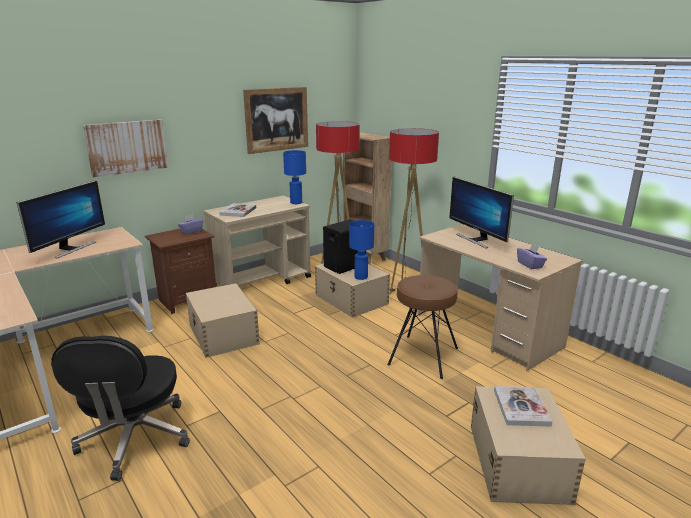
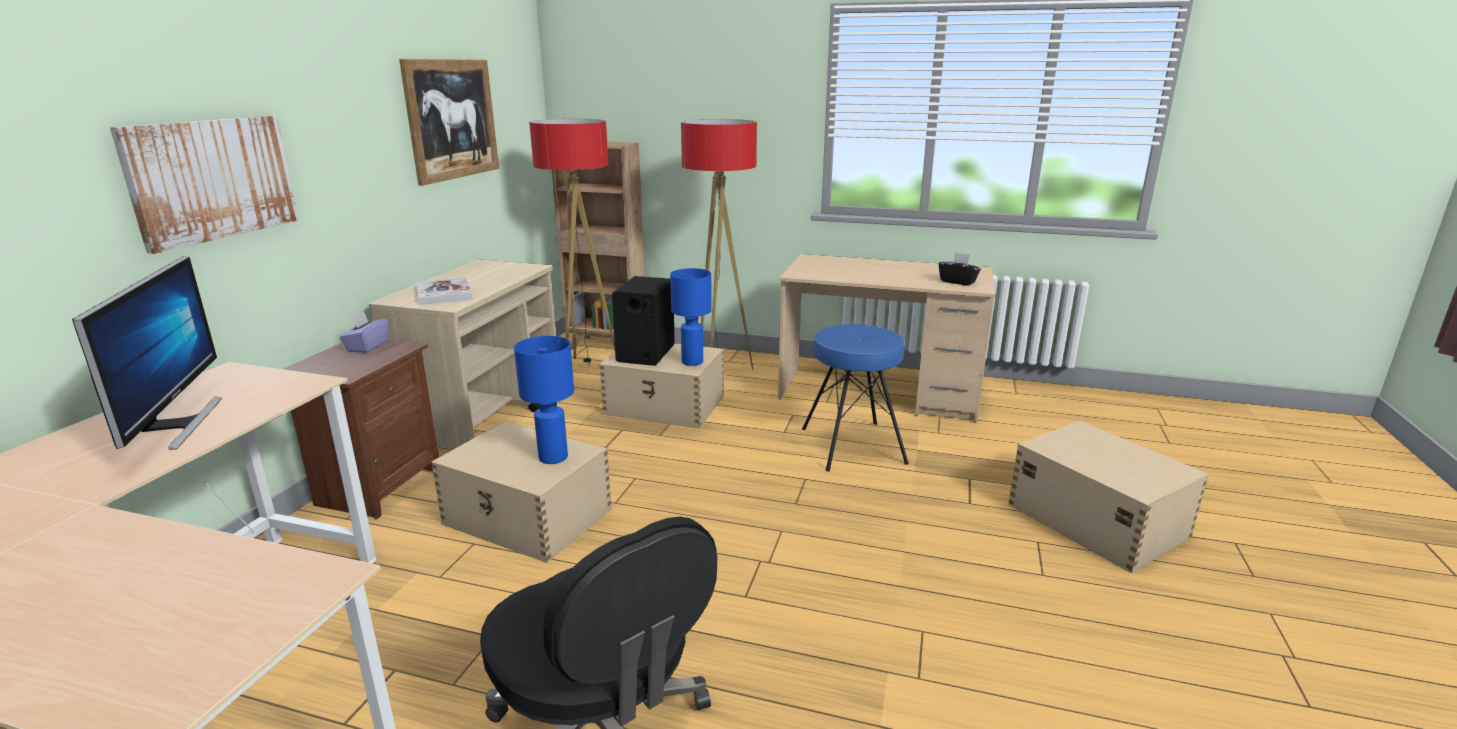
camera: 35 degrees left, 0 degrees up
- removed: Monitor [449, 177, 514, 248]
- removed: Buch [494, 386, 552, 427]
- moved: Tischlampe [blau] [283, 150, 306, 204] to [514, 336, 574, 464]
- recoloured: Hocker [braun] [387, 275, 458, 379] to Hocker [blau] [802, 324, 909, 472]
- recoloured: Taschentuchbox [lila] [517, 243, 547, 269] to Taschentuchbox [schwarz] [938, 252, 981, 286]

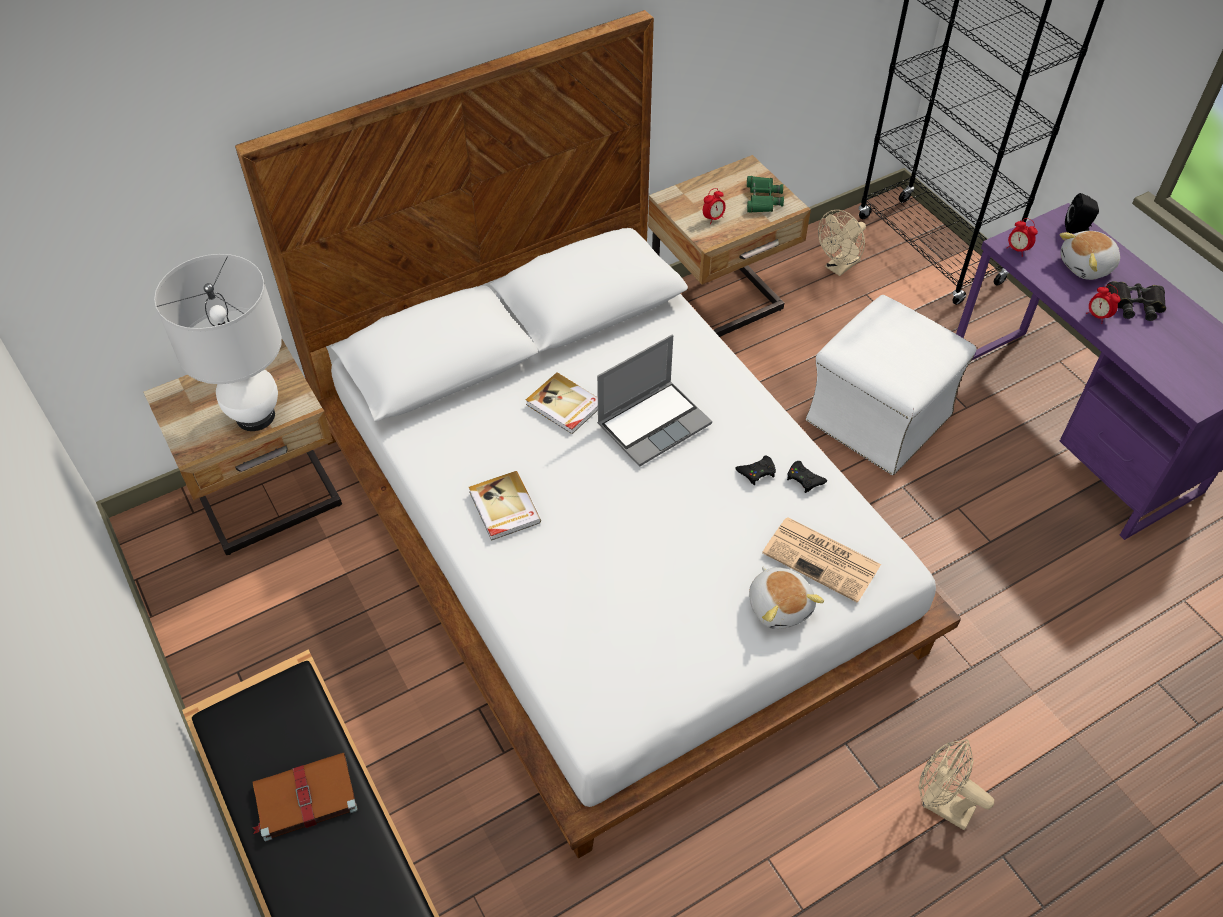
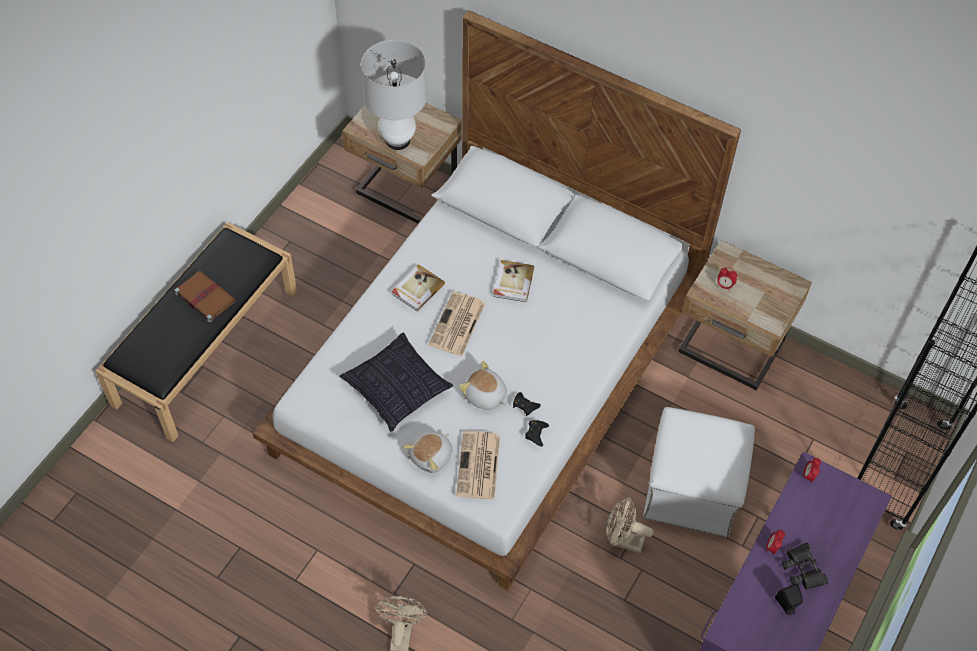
camera: 60 degrees right, 5 degrees up
- removed: Laptop [597, 335, 712, 467]
- removed: Fernglas [grün] [747, 176, 784, 213]
- added: Kissen [339, 333, 453, 432]
- added: Zeitung [428, 291, 485, 356]
- moved: Ventilator [beige] [818, 210, 866, 276] to [606, 497, 654, 553]
- moved: Plüschtier [1060, 231, 1120, 280] to [459, 361, 507, 410]
- moved: Lautsprecher [schwarz] [1065, 193, 1099, 233] to [775, 583, 803, 615]

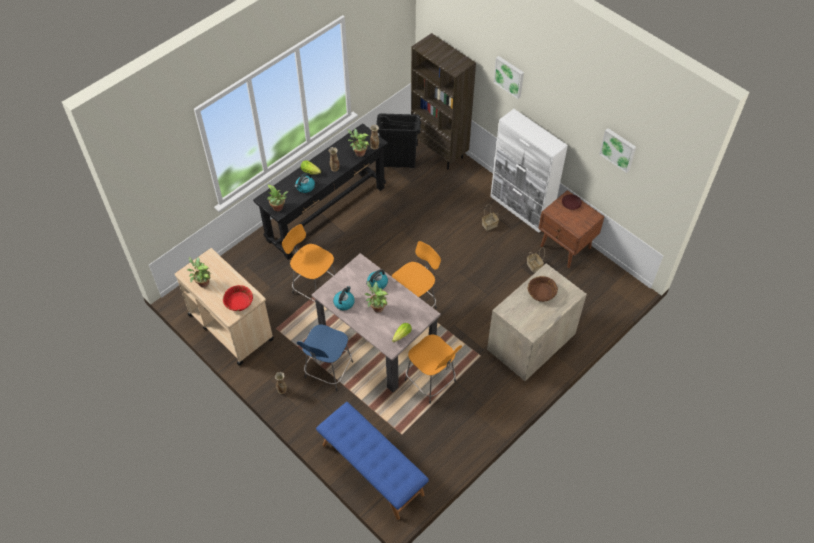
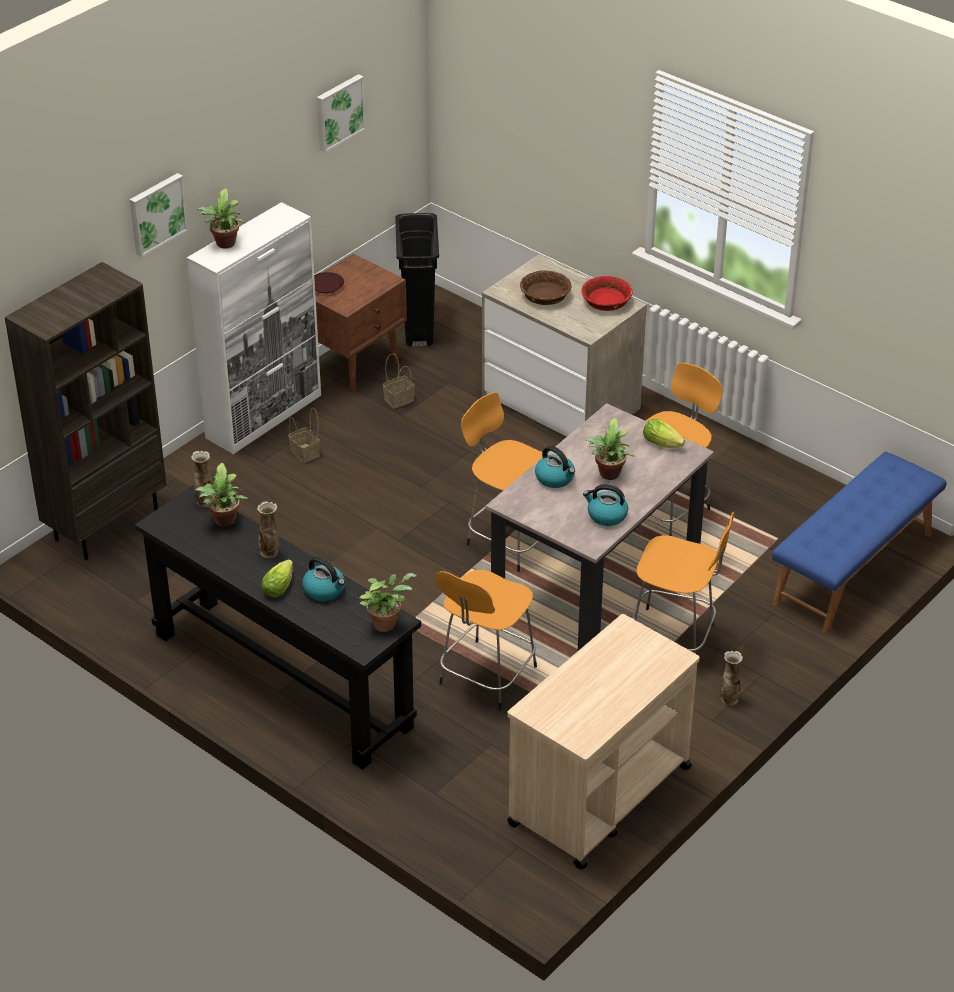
camera: 95 degrees left, 15 degrees down
- moved: Topfpflanze [187, 257, 210, 288] to [198, 188, 245, 248]
- moved: Schüssel [rot] [223, 285, 253, 311] to [582, 276, 632, 311]
- moved: Mülleimer [schwarz] [377, 113, 421, 168] to [395, 213, 439, 347]
- recoloured: Hocker [blau] [297, 325, 353, 391] to Hocker [orange] [631, 512, 735, 654]

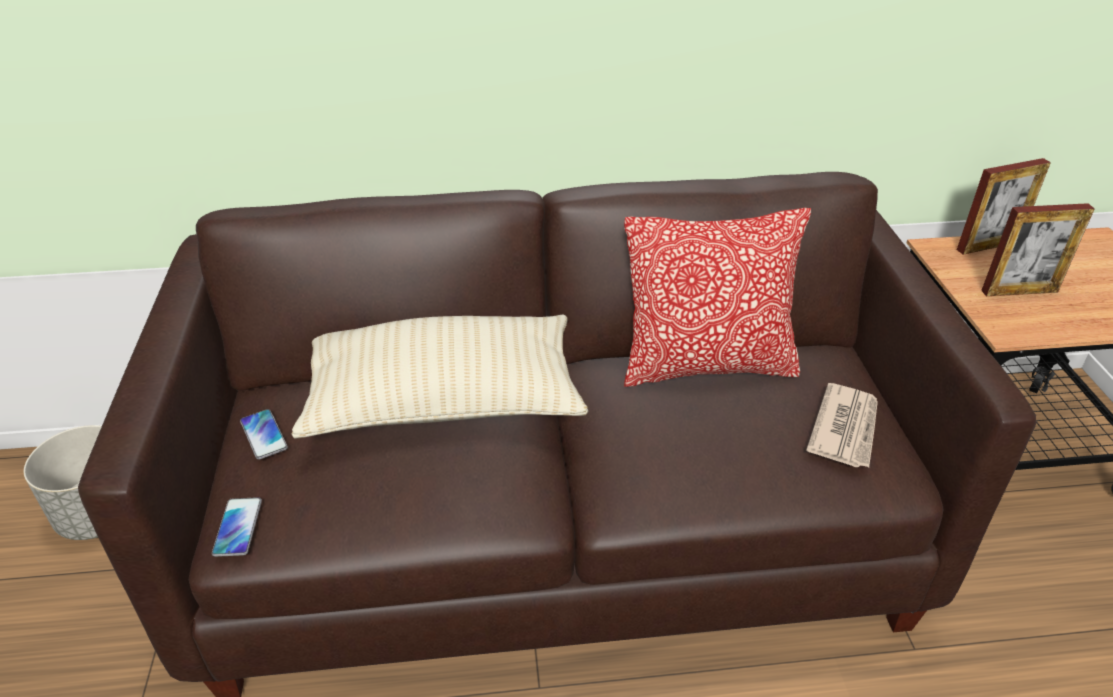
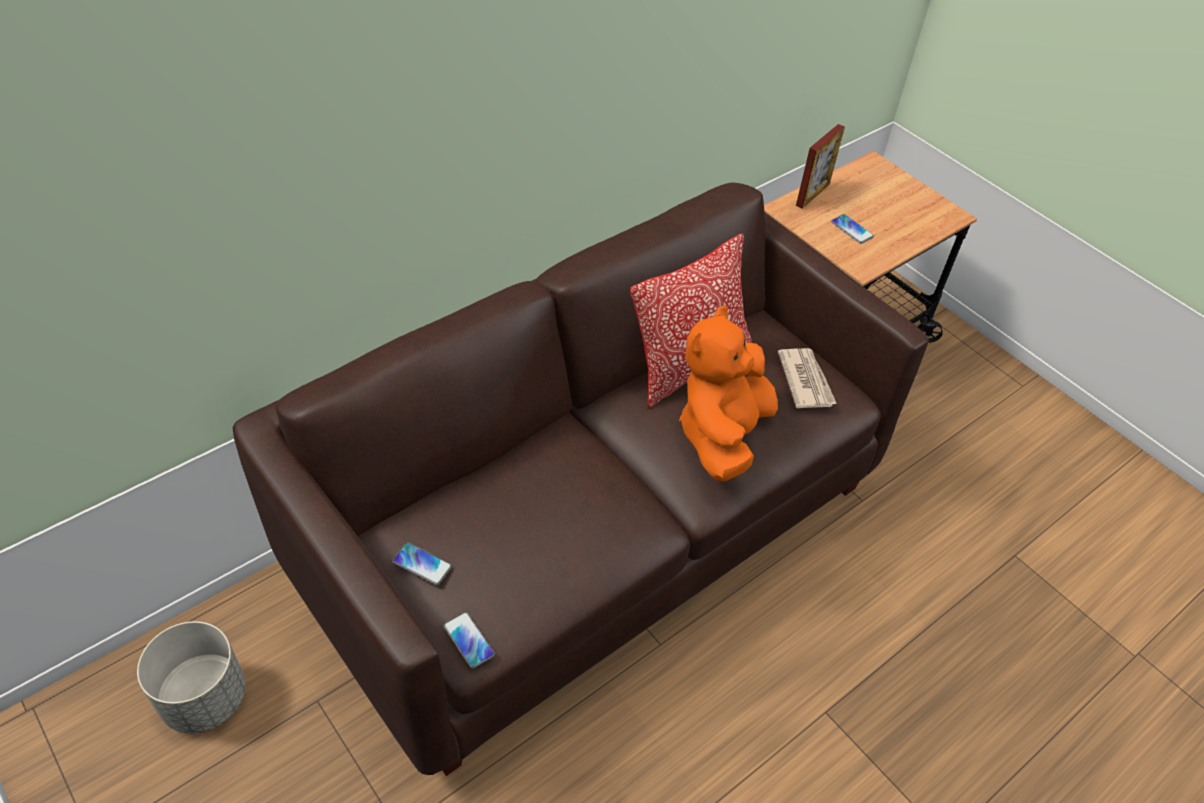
camera: 35 degrees left, 10 degrees up
- removed: Kissen [beige] [291, 314, 589, 439]
- added: Plüschtier [orange] [679, 305, 778, 482]
- replaced: Bilderrahmen [981, 203, 1095, 296] to Handy [831, 214, 874, 244]

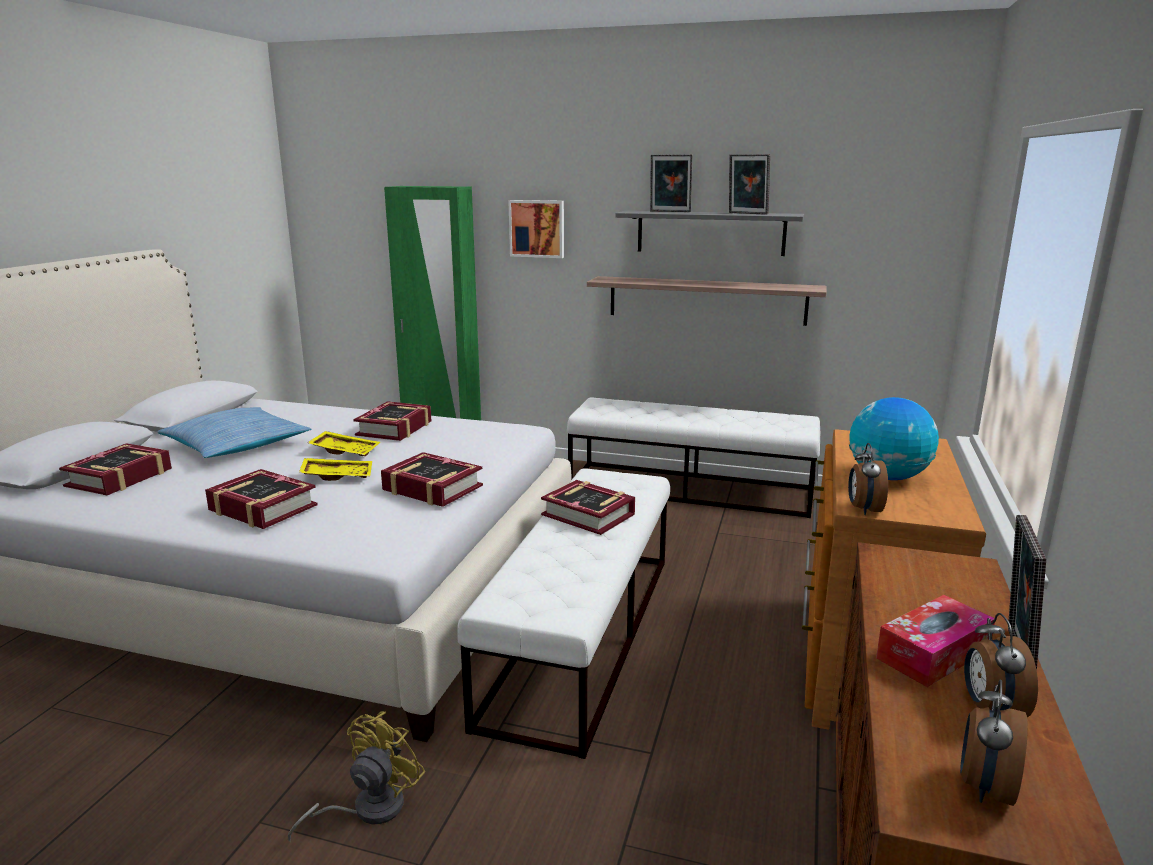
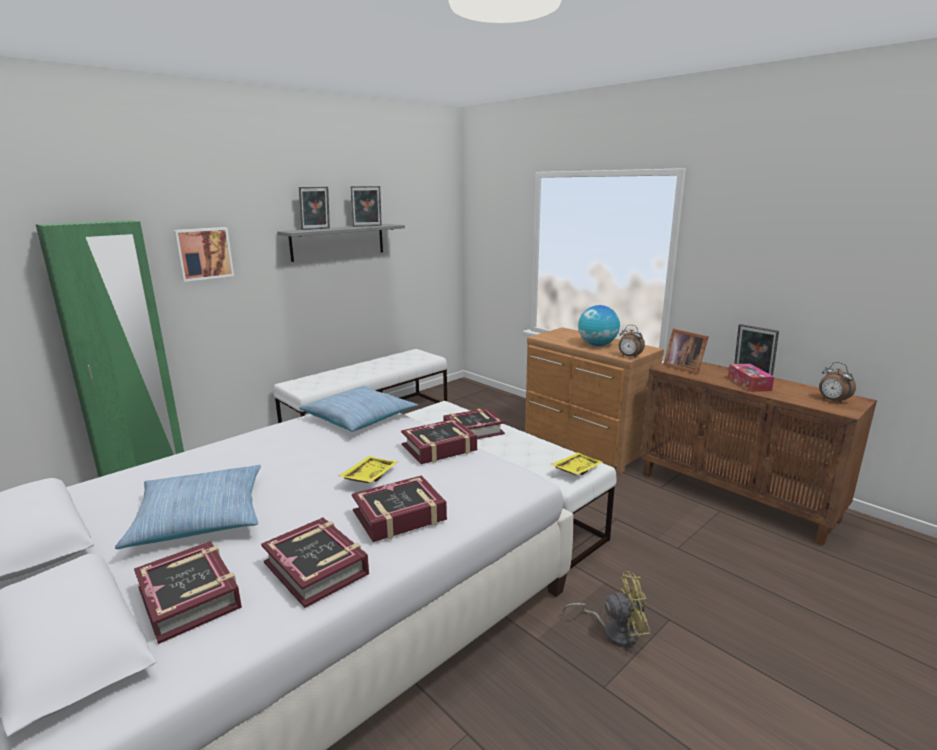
camera: 60 degrees left, 0 degrees up
- removed: Wandregal [587, 276, 827, 326]
- removed: Wecker [964, 613, 1038, 717]
- added: Kissen [299, 386, 419, 432]
- added: Bilderrahmen [663, 329, 709, 374]
- moved: Tablett [gelb] [308, 431, 380, 456] to [551, 453, 603, 475]
- moved: Buch [353, 401, 431, 441] to [261, 517, 369, 608]
- turned: Ventilator [gelb] [288, 711, 425, 843] = [563, 571, 650, 648] 120 degrees clockwise

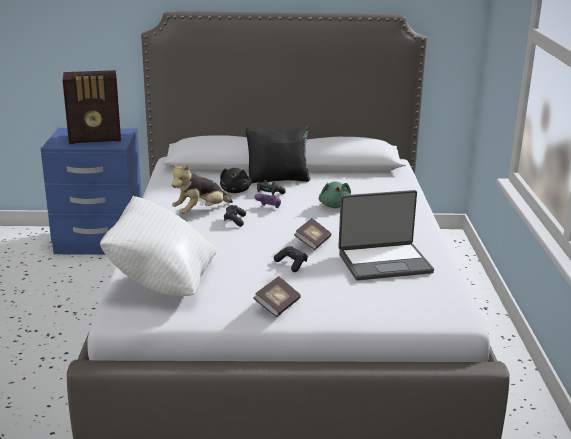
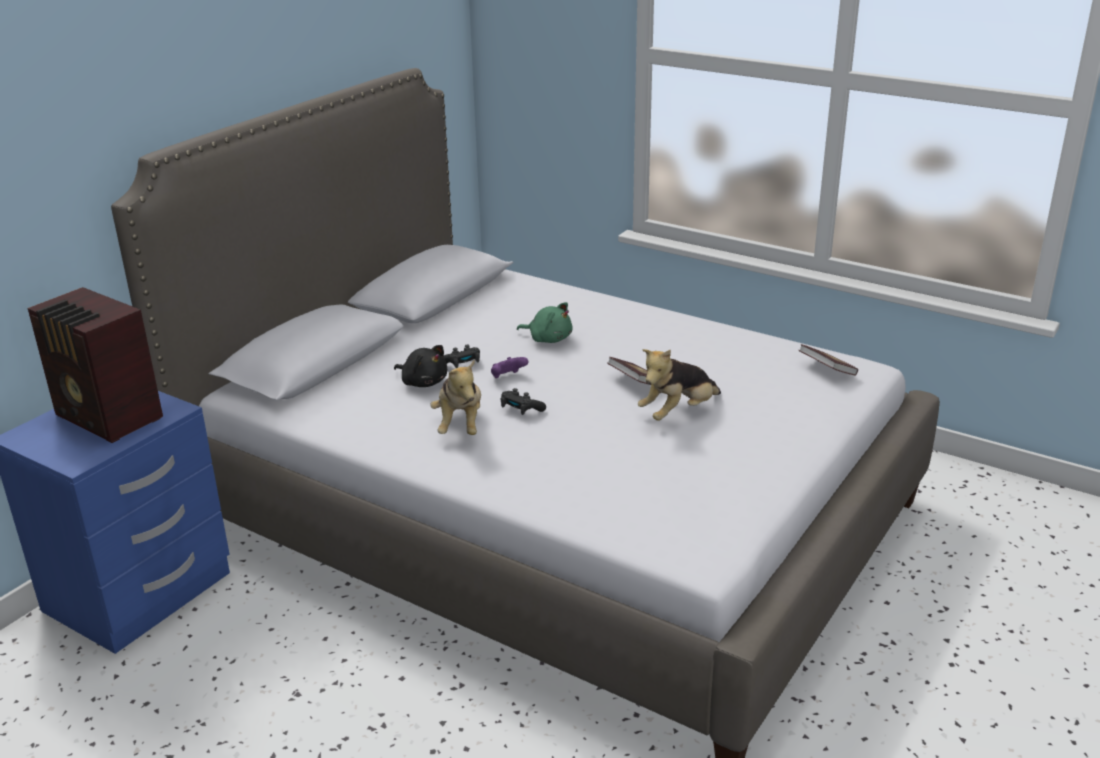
camera: 55 degrees left, 5 degrees up
- removed: Kissen [weiß] [100, 196, 216, 296]
- removed: Kissen [schwarz] [245, 126, 310, 184]
- removed: Laptop [338, 190, 434, 280]
- moved: Buch [253, 276, 301, 317] to [799, 344, 858, 376]
- replaced: Gamepad [schwarz] [274, 246, 308, 272] to Plüschtier [638, 349, 721, 421]
- turned: Radio [63, 70, 121, 144] = [27, 287, 163, 443] 105 degrees clockwise

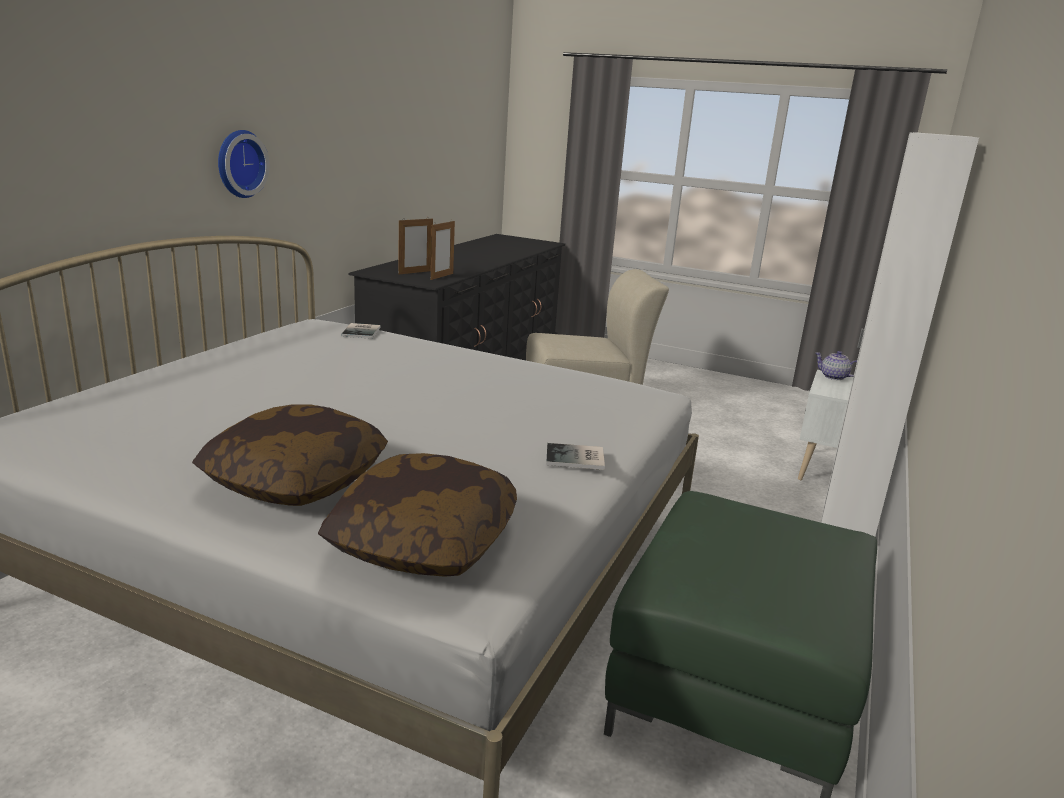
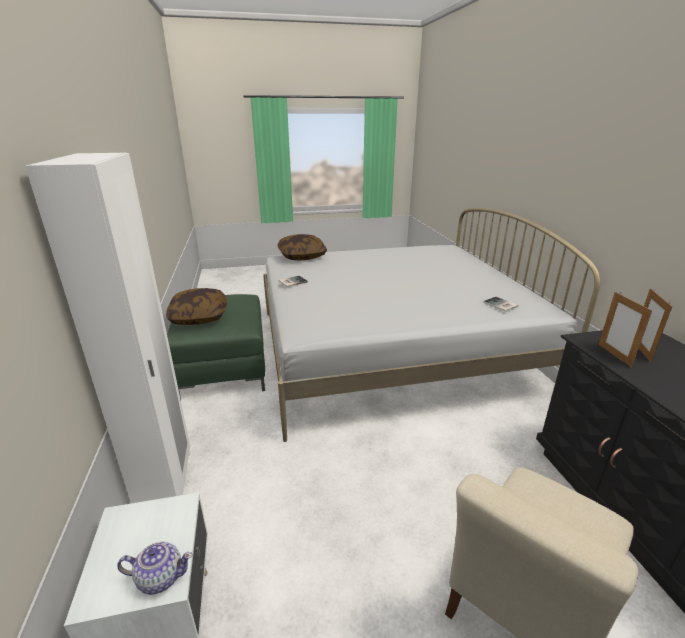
camera: 145 degrees right, 5 degrees up
- removed: Wanduhr [218, 130, 270, 198]
- moved: Kissen [192, 405, 388, 506] to [166, 288, 227, 325]

